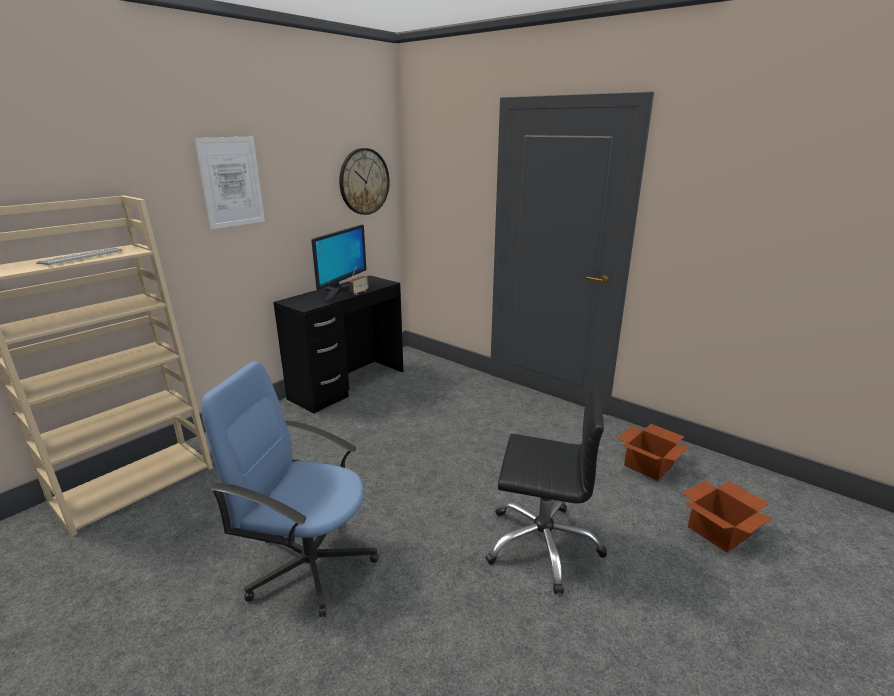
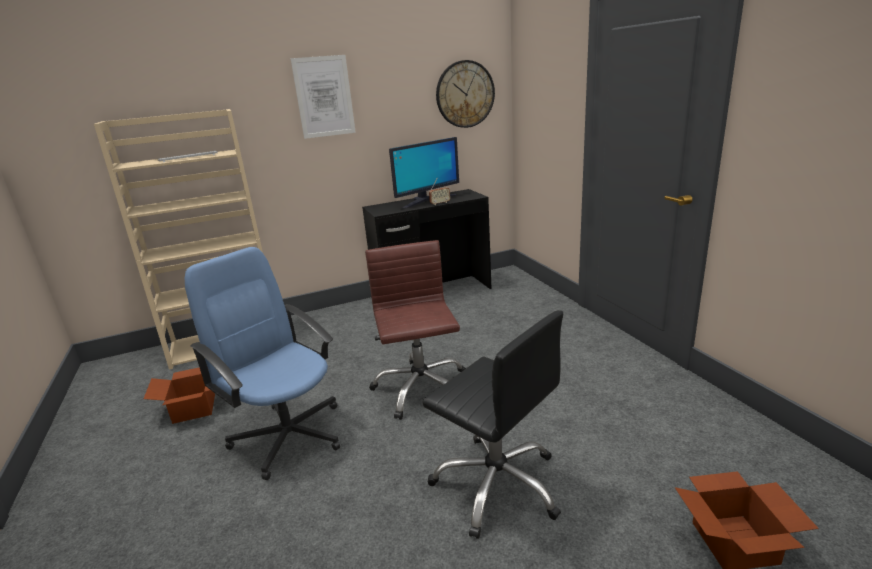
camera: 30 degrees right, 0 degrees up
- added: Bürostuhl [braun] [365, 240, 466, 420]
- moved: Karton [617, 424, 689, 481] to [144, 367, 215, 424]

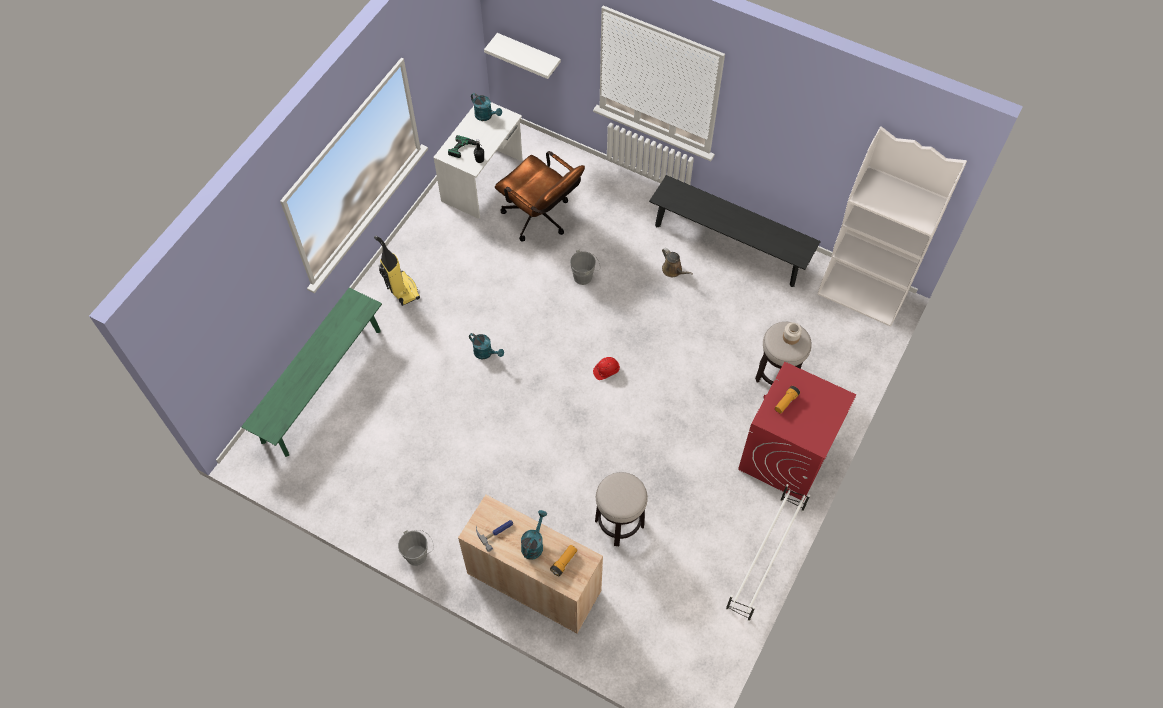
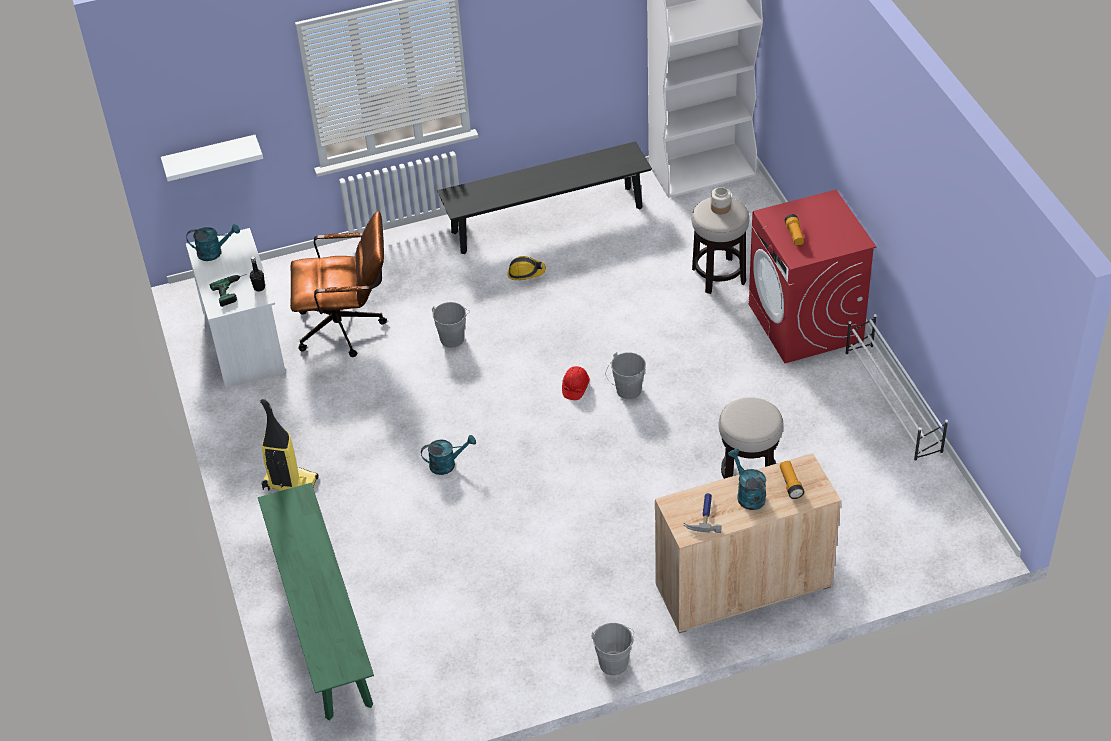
camera: 45 degrees left, 15 degrees down
- added: Eimer [grau] [606, 352, 646, 399]
- replaced: Gießkanne [braun] [662, 248, 693, 277] to Schutzhelm [507, 256, 546, 280]

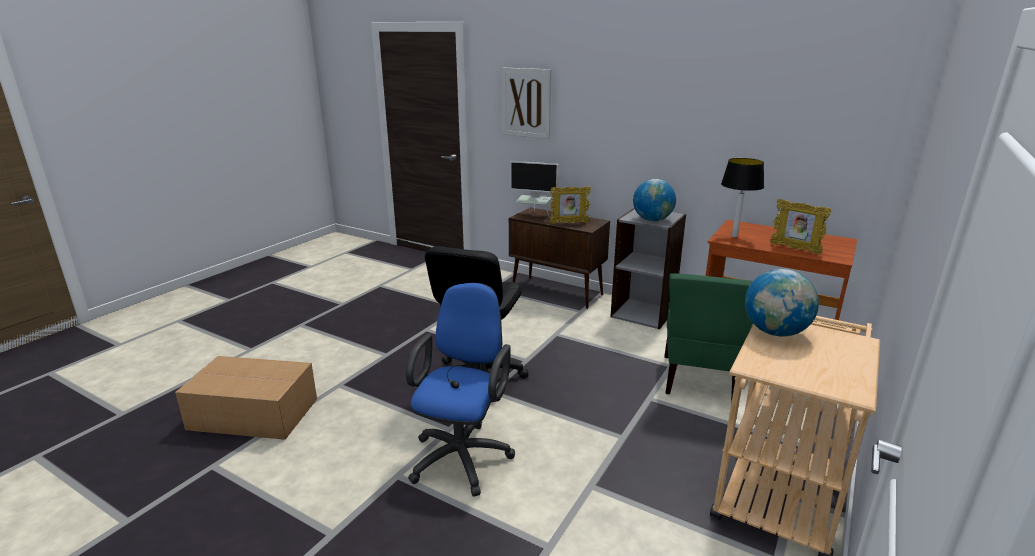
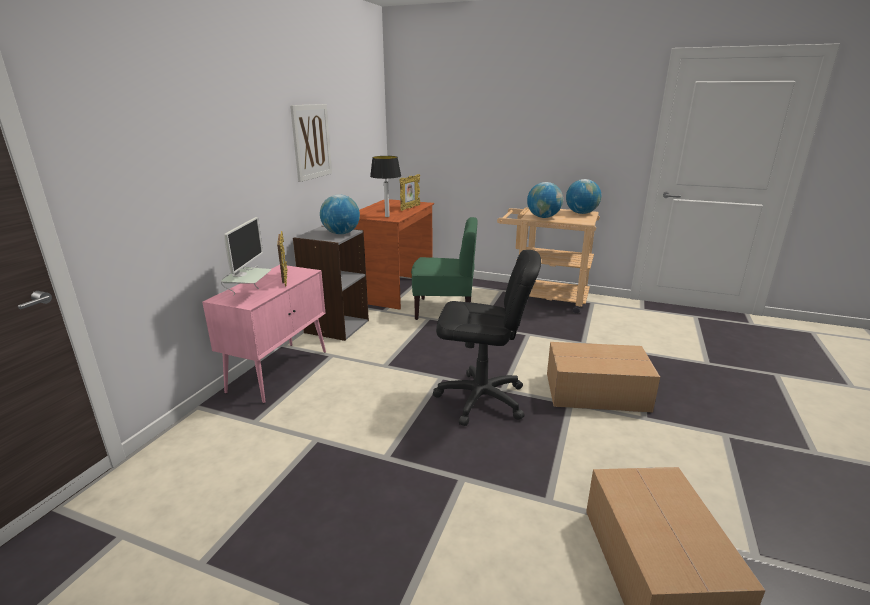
camera: 100 degrees left, 0 degrees up
- added: Globus [566, 179, 601, 214]
- moved: Bild [502, 67, 551, 139] to [290, 104, 332, 182]
- replaced: Bürostuhl [blau] [406, 283, 515, 497] to Karton [547, 342, 660, 412]
- recoloured: Schrank [braun] [509, 208, 610, 309] to Schrank [rosa] [202, 265, 326, 403]

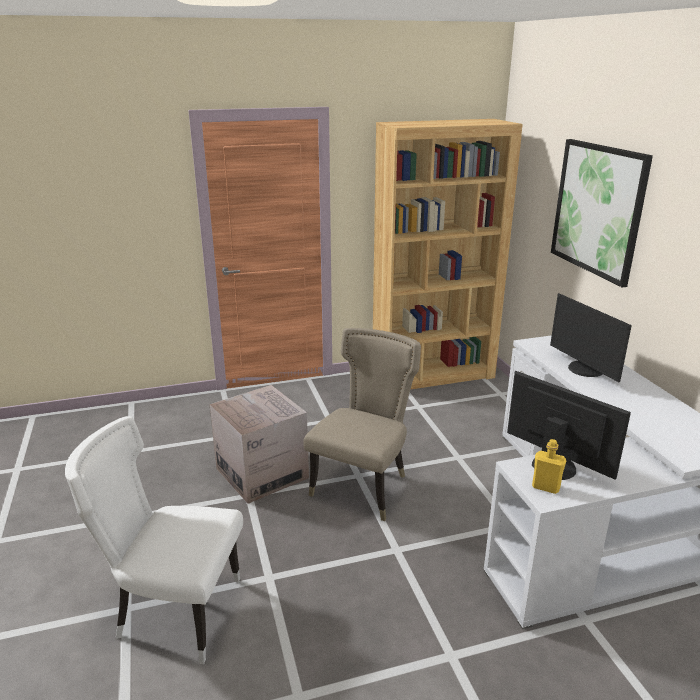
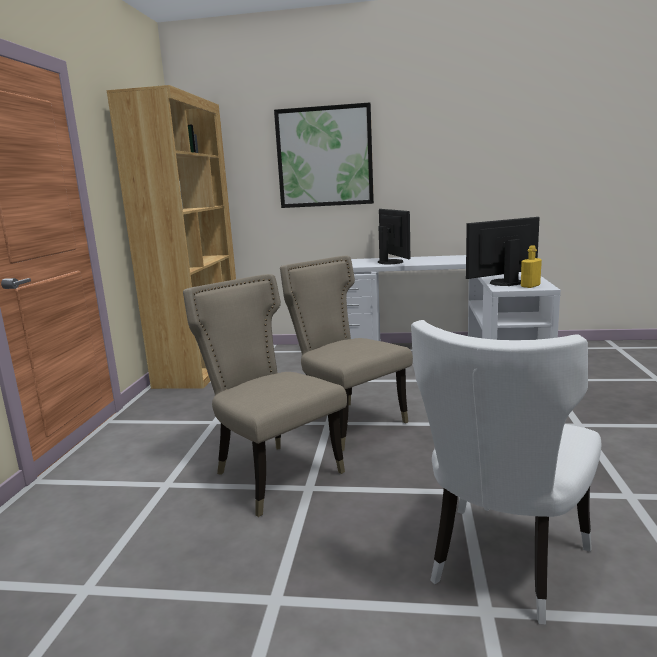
camera: 65 degrees left, 10 degrees down
- replaced: Karton [210, 385, 309, 504] to Stuhl [beige] [183, 274, 347, 517]
- turned: Monitor [550, 293, 632, 382] = [378, 209, 410, 264] 105 degrees counterclockwise

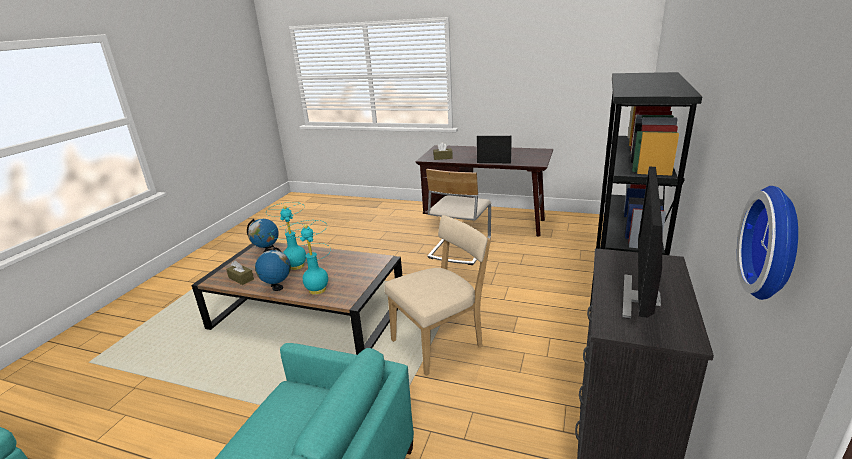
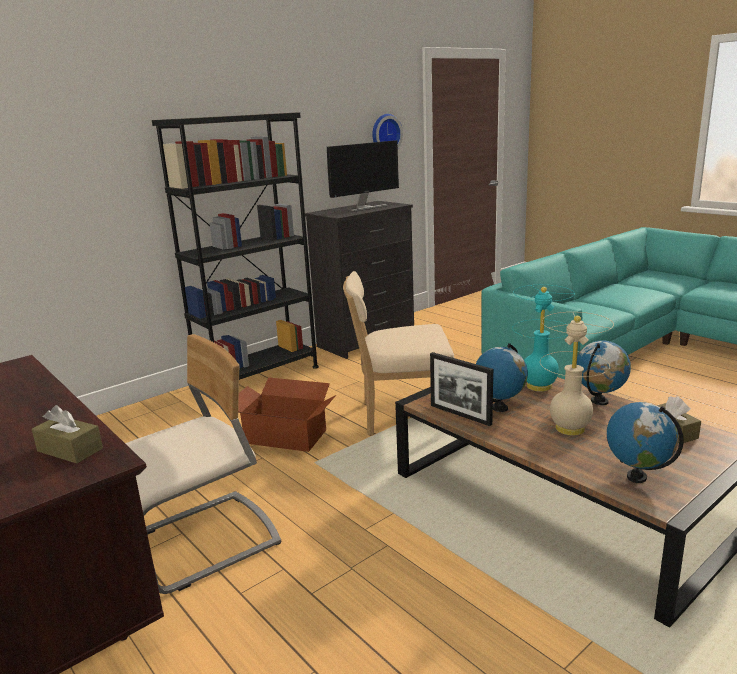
camera: 150 degrees left, 5 degrees down
- added: Karton [238, 377, 336, 452]
- added: Globus [476, 343, 528, 412]
- moved: Bilderrahmen [477, 136, 512, 163] to [430, 352, 493, 426]
- recoloured: Tischlampe [türkis] [266, 202, 306, 270] to Tischlampe [beige] [540, 312, 614, 435]

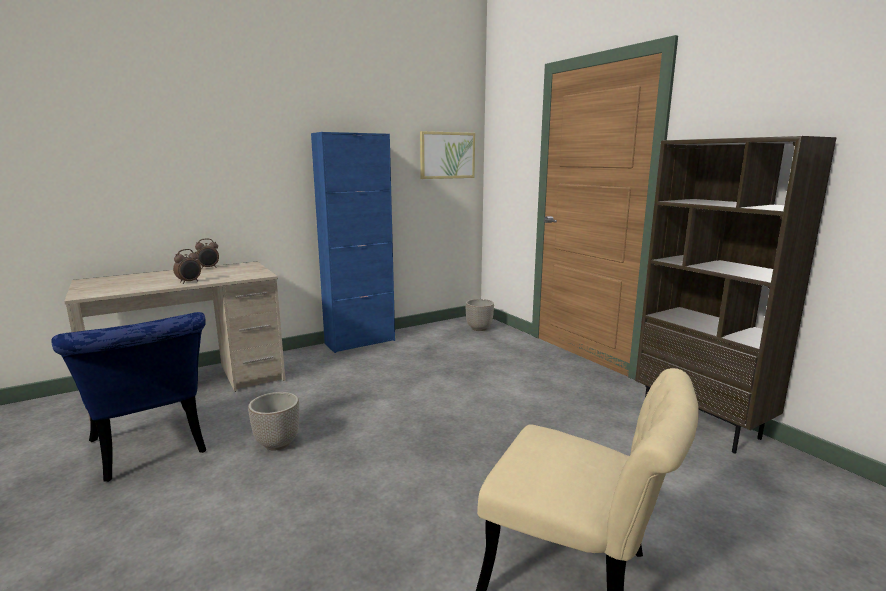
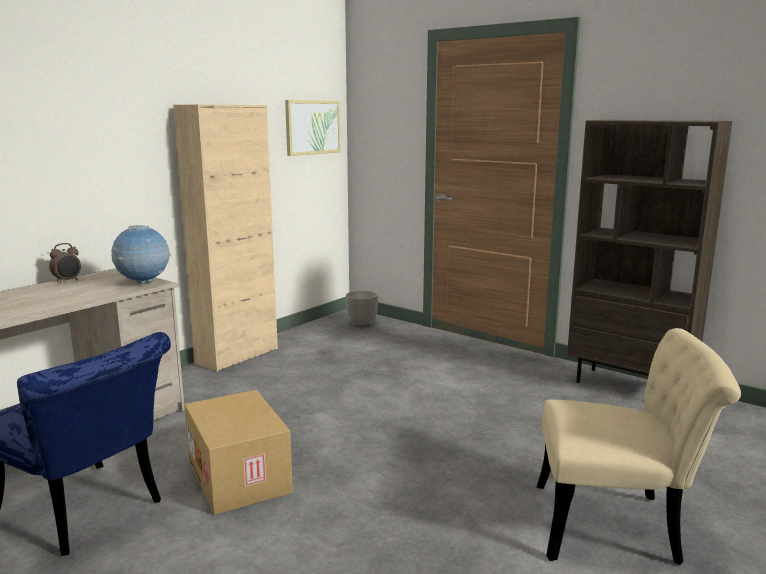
camera: 20 degrees left, 0 degrees up
- removed: Wecker [173, 249, 201, 284]
- added: Globus [111, 225, 171, 284]
- replaced: Pflanzkübel [248, 392, 299, 451] to Karton [184, 390, 293, 515]
- recoloured: Schrank [blau] [311, 132, 395, 353] to Schrank [beige] [173, 105, 278, 372]

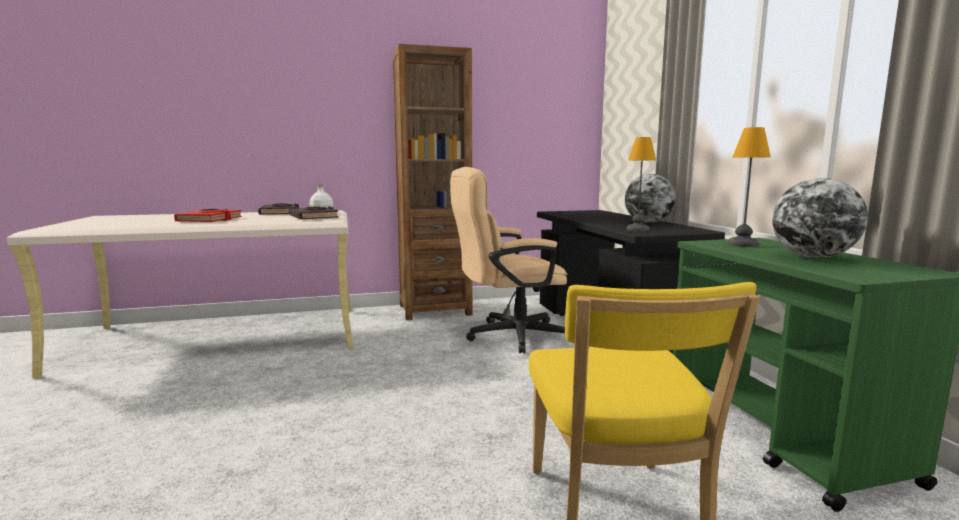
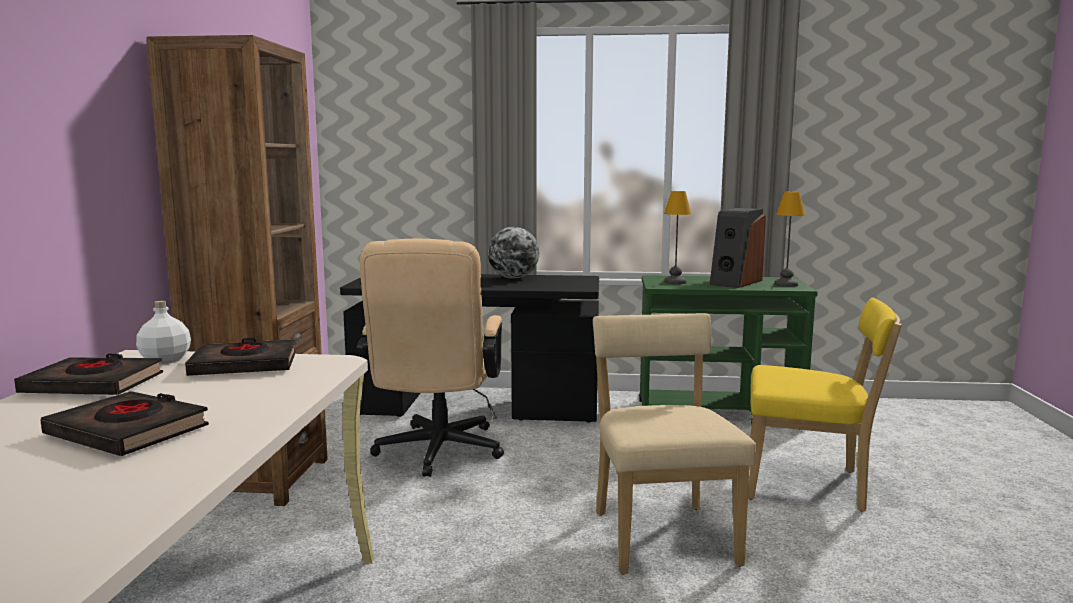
camera: 70 degrees left, 0 degrees up
- added: Stuhl [beige] [593, 313, 756, 575]
- moved: Tischlampe [626, 137, 656, 232] to [774, 192, 805, 287]
- replaced: Globus [772, 178, 868, 258] to Lautsprecher [710, 208, 766, 288]
- recoloured: Buch [rot] [174, 209, 242, 222] to Buch [schwarz] [40, 391, 209, 456]

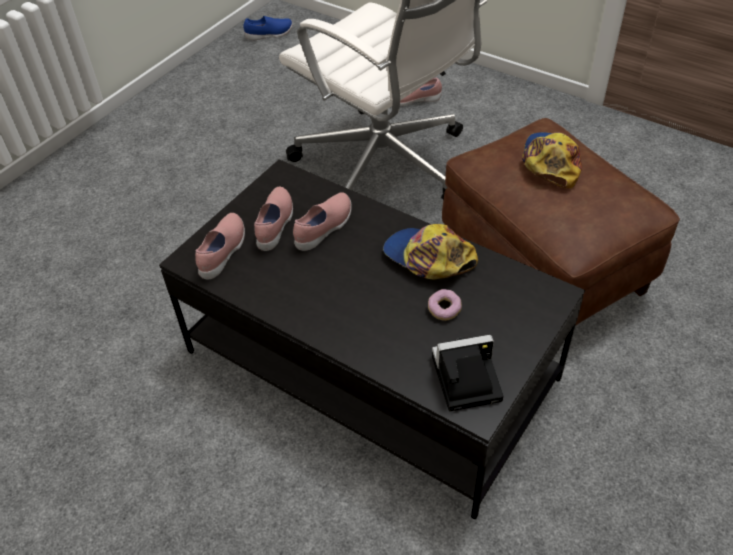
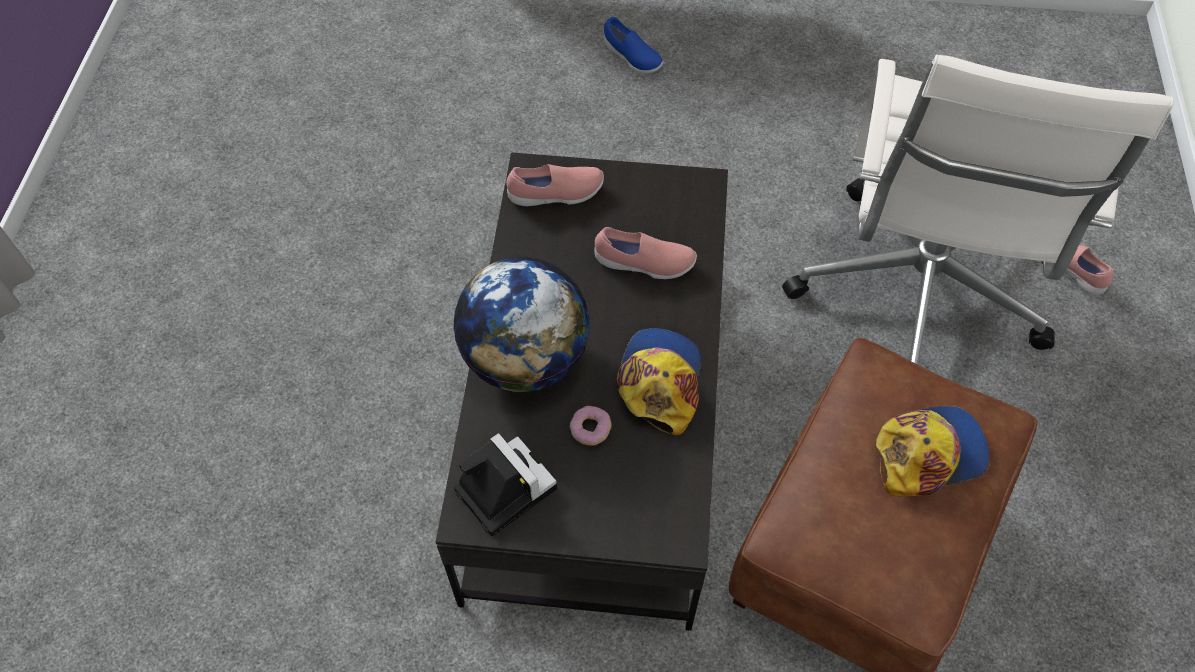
camera: 60 degrees right, 10 degrees up
- removed: Schuh [rosa] [254, 187, 293, 251]
- added: Globus [453, 257, 590, 392]
- moved: Schuh [blau] [243, 16, 292, 40] to [604, 17, 663, 74]

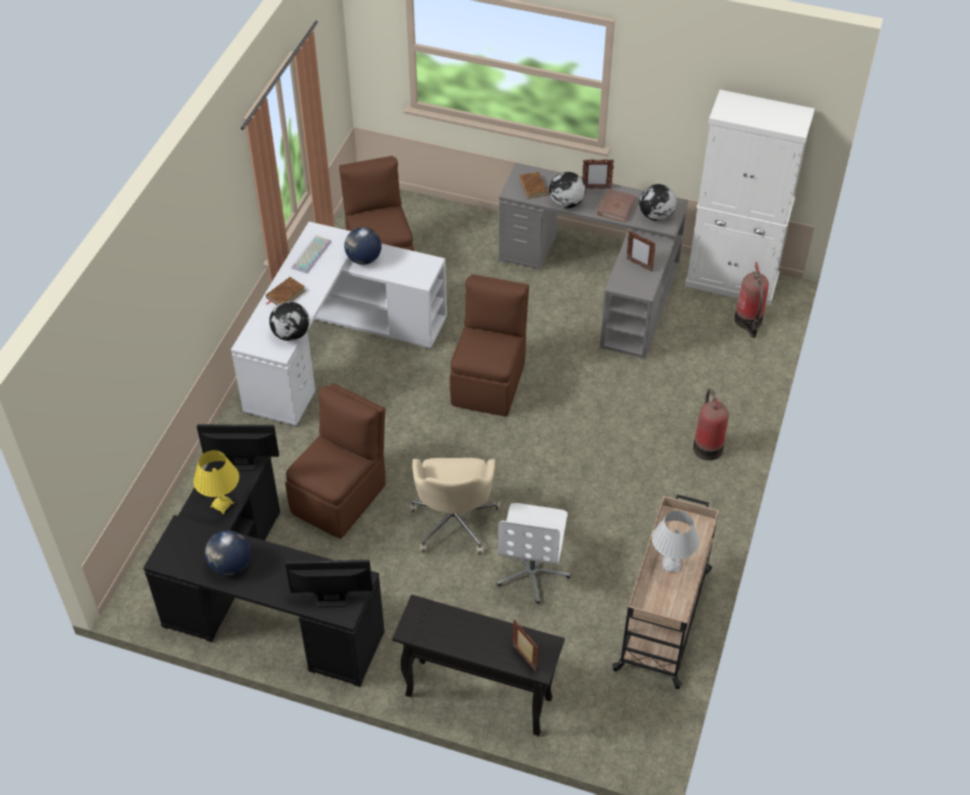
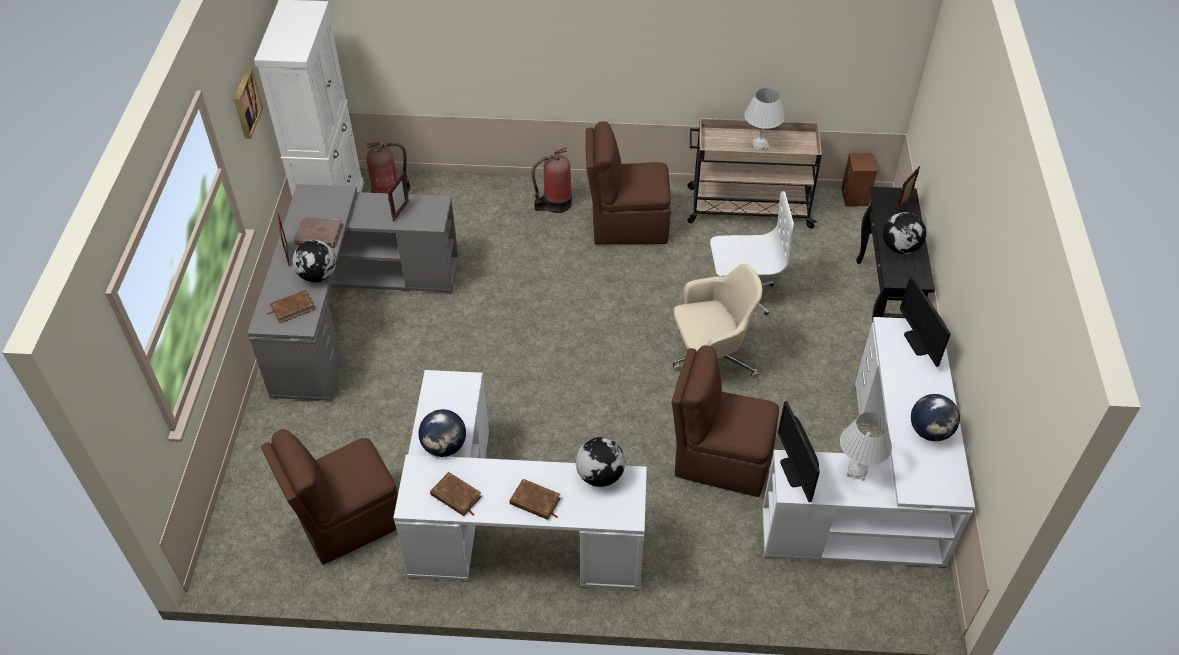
camera: 105 degrees left, 0 degrees up
- added: Bild [234, 68, 263, 139]
- added: Lautsprecher [braun] [841, 153, 877, 206]
- moved: Stuhl [braun] [450, 274, 529, 416] to [586, 121, 671, 244]
- moved: Globus [639, 184, 677, 221] to [883, 212, 926, 254]
- replaced: Tastatur [291, 235, 331, 273] to Buch [braun] [430, 472, 481, 516]
- recoloured: Schreibtisch [schwarz] [143, 457, 385, 687] to Schreibtisch [weiß] [762, 317, 975, 568]
- recoloured: Tischlampe [gelb] [193, 450, 239, 514] to Tischlampe [weiß] [840, 412, 892, 481]

